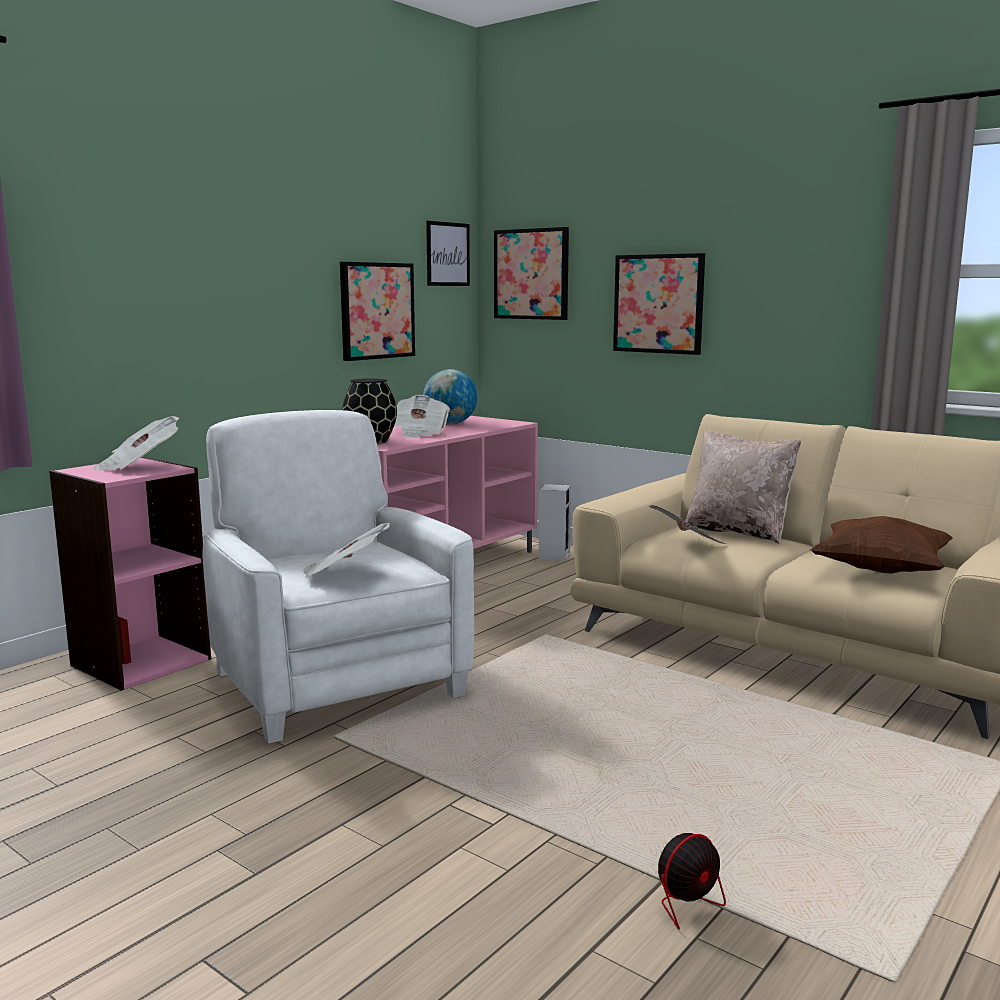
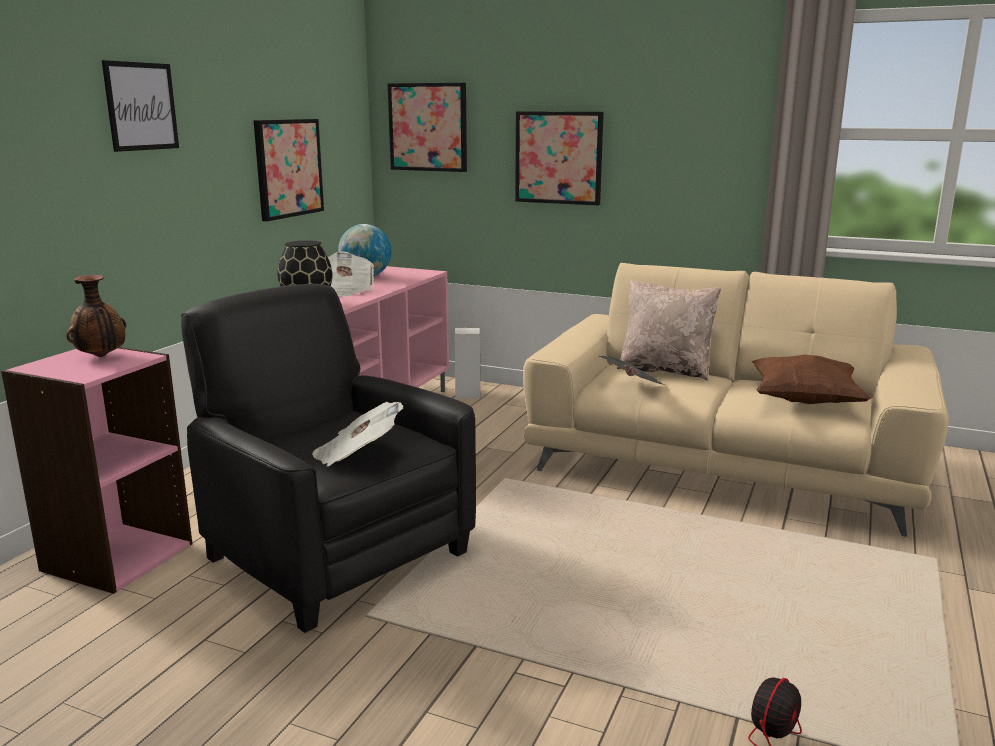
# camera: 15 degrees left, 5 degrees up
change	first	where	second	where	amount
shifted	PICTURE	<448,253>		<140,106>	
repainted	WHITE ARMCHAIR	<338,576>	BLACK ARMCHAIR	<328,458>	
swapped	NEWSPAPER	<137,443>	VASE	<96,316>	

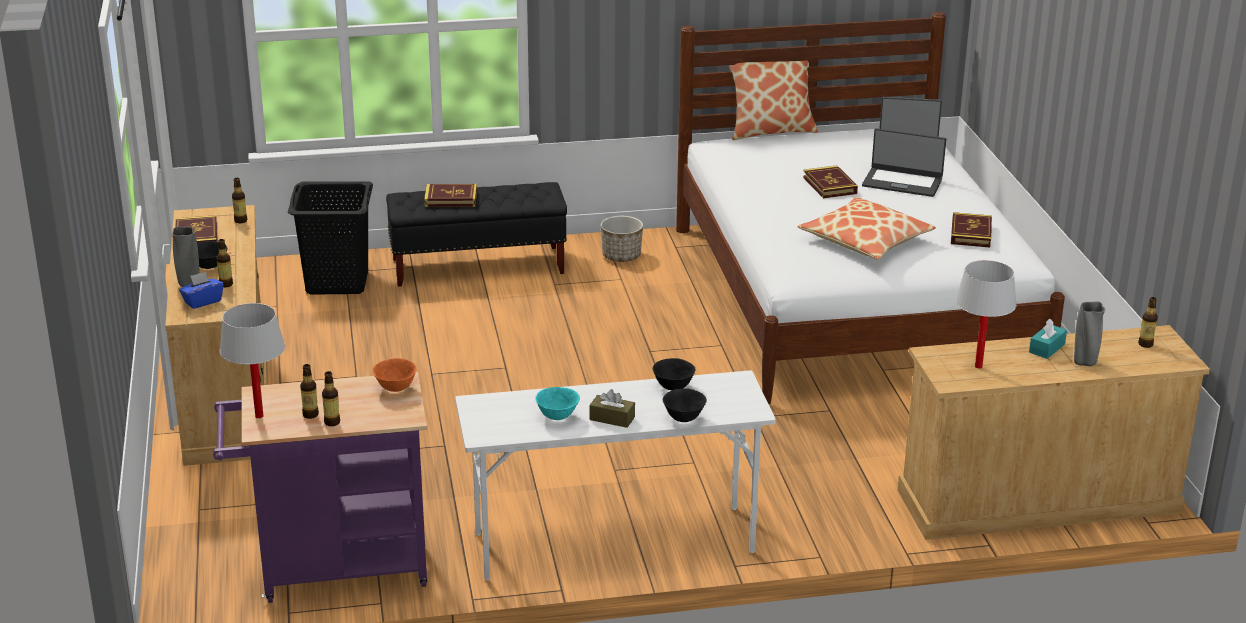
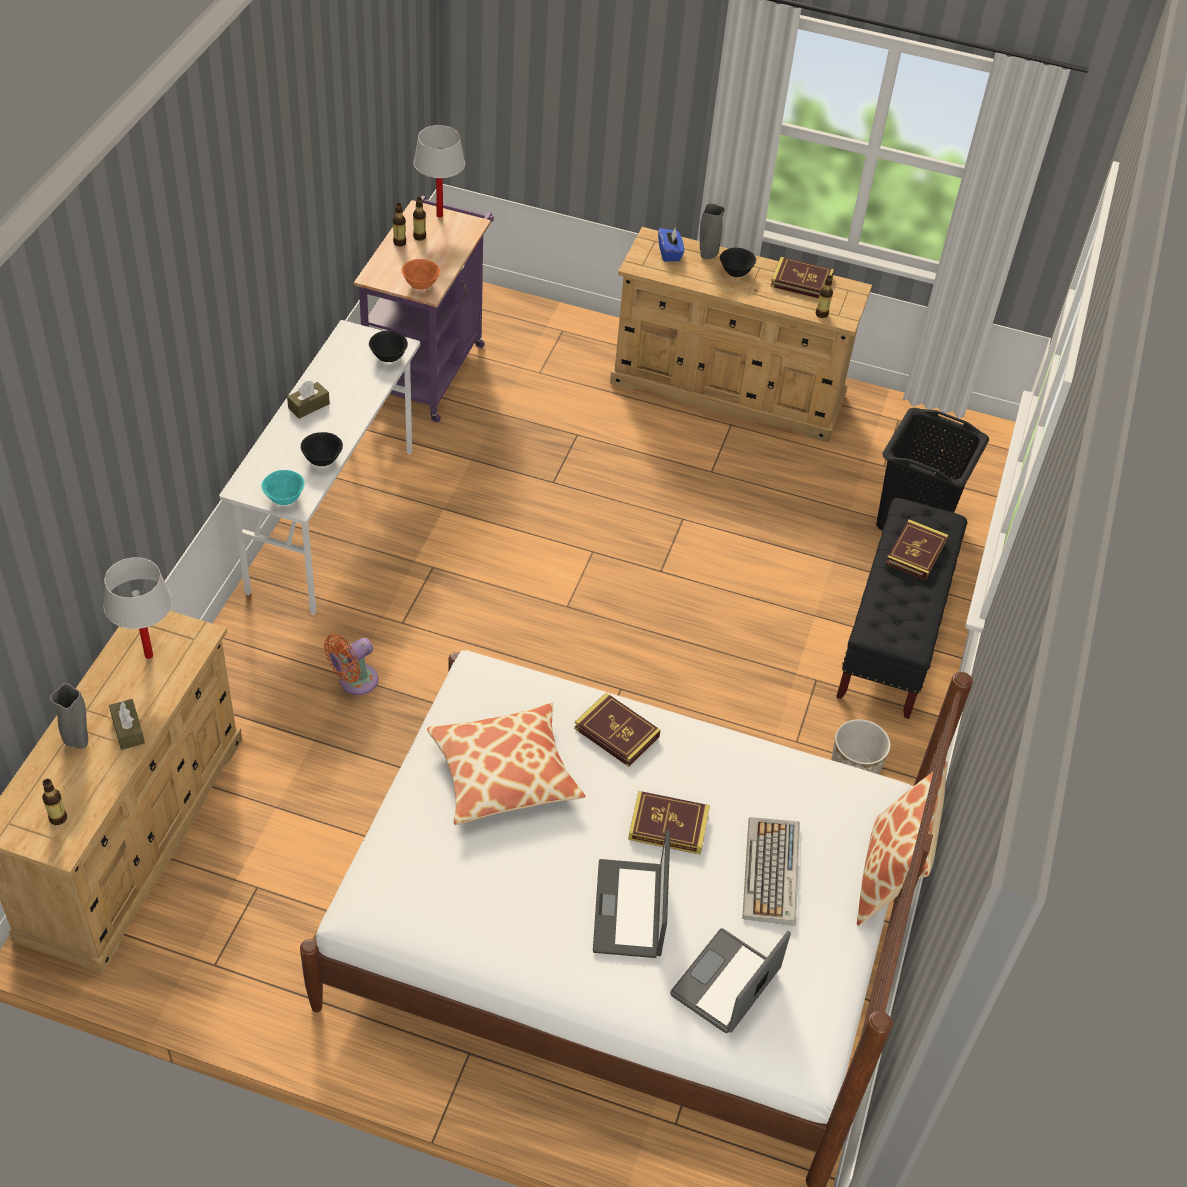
# camera: 115 degrees right, 20 degrees up
change	first	where	second	where	amount
rotated	LAPTOP	<904,162>		<631,894>	45 degrees counterclockwise
shifted	BOOK	<971,230>		<617,730>	
gone	BOTTLE	<224,263>			
repainted	TURQUOISE TISSUE BOX	<1048,339>	BROWN TISSUE BOX	<127,724>	
shifted	TURQUOISE BOWL	<557,403>		<283,487>	
shifted	BLACK BOWL	<685,405>		<388,346>	
new			ORANGE FAN	<351,664>	
new			KEYBOARD	<771,871>	

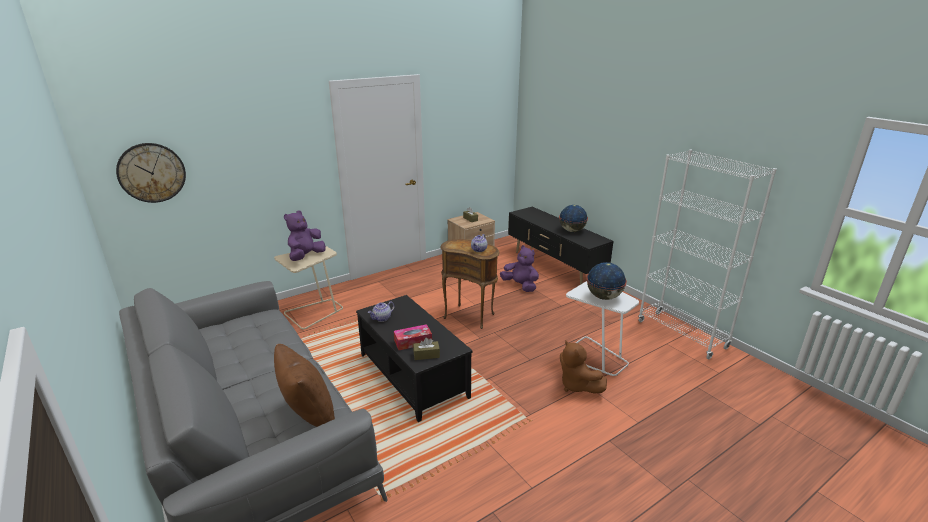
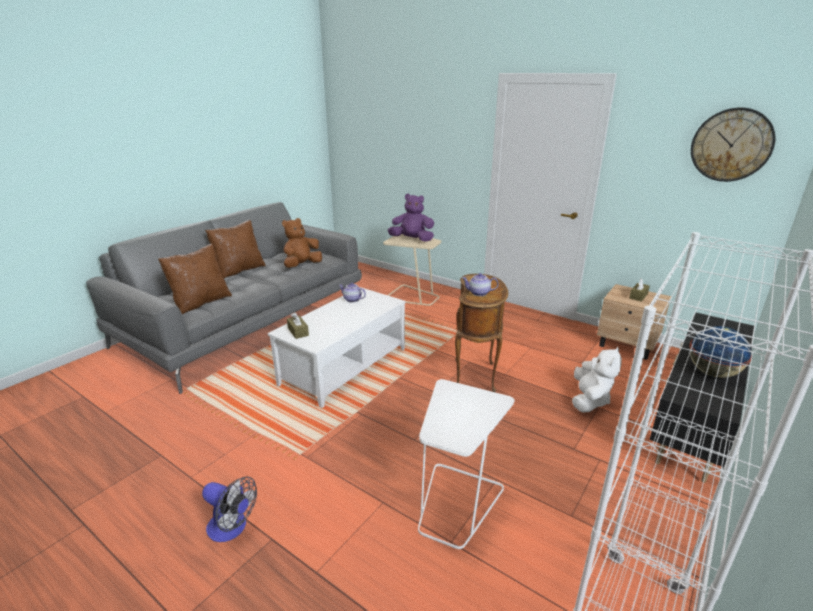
# camera: 70 degrees right, 0 degrees up
change	first	where	second	where	amount
shifted	WALL CLOCK	<151,173>		<733,145>	
repainted	PURPLE PLUSH TOY	<519,268>	WHITE PLUSH TOY	<597,380>	
gone	GLOBE	<606,281>			
repainted	BLACK COFFEE TABLE	<414,358>	WHITE COFFEE TABLE	<336,347>	
gone	TISSUE BOX	<413,337>			
shifted	BROWN PLUSH TOY	<583,367>		<302,243>	
new			BROWN PILLOW	<235,249>	
new			FAN	<229,509>	

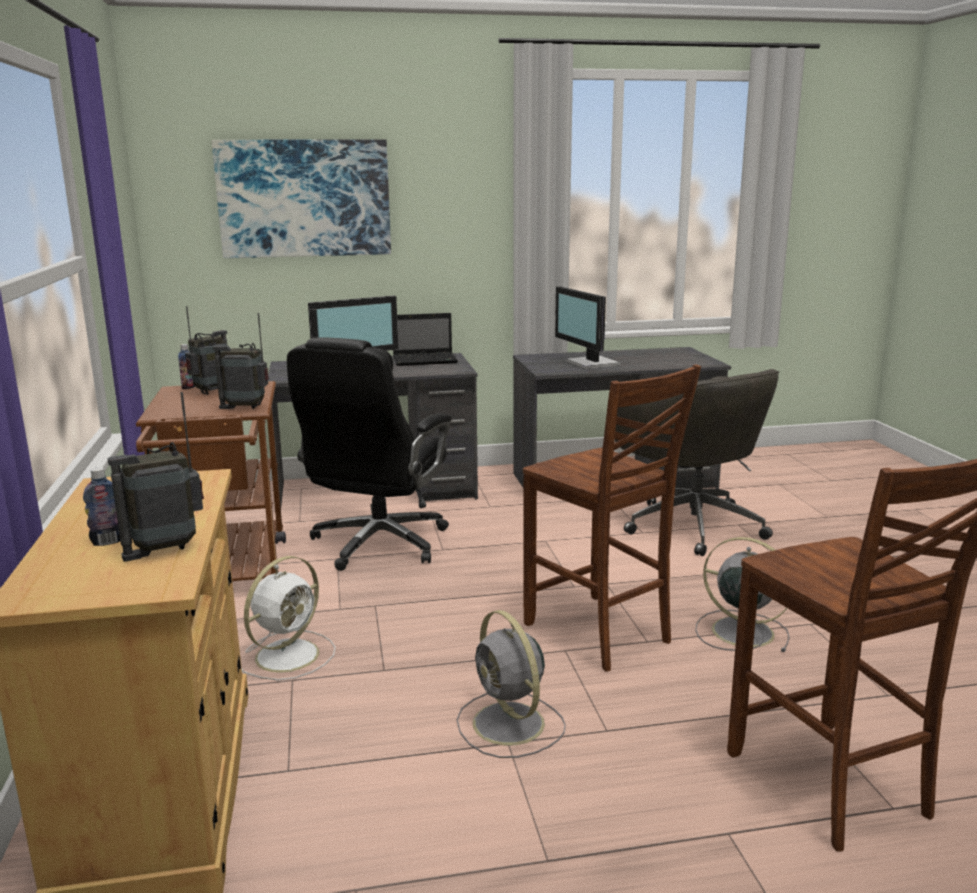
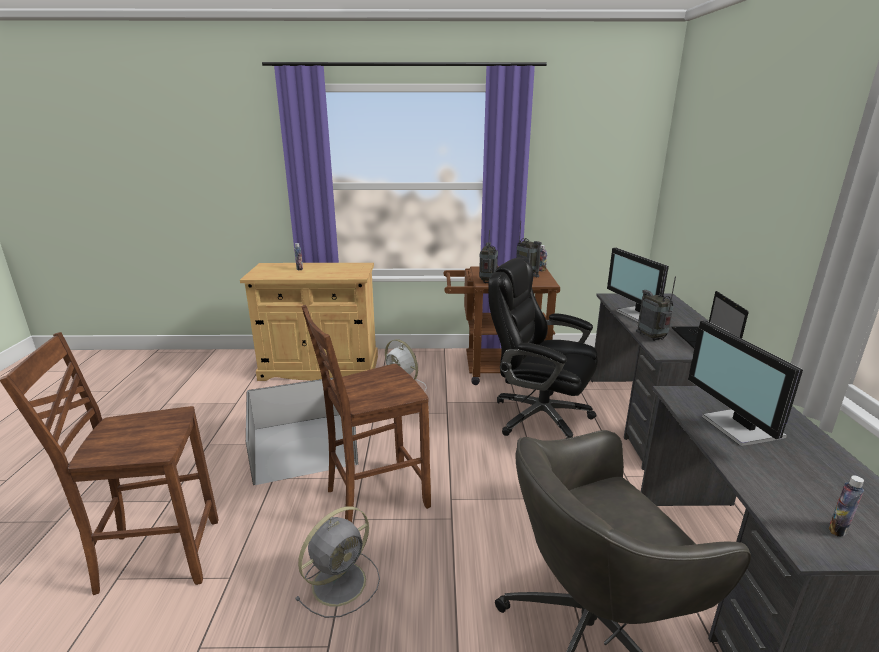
# camera: 100 degrees right, 5 degrees up
change	first	where	second	where	amount
gone	PICTURE	<301,198>			
rotated	MONITOR	<587,328>		<745,383>	90 degrees counterclockwise
shifted	RADIO	<155,477>		<656,308>	
swapped	GREY FAN	<511,684>	BLACK STORAGE BOX	<302,431>	
new			BOTTLE	<846,506>	

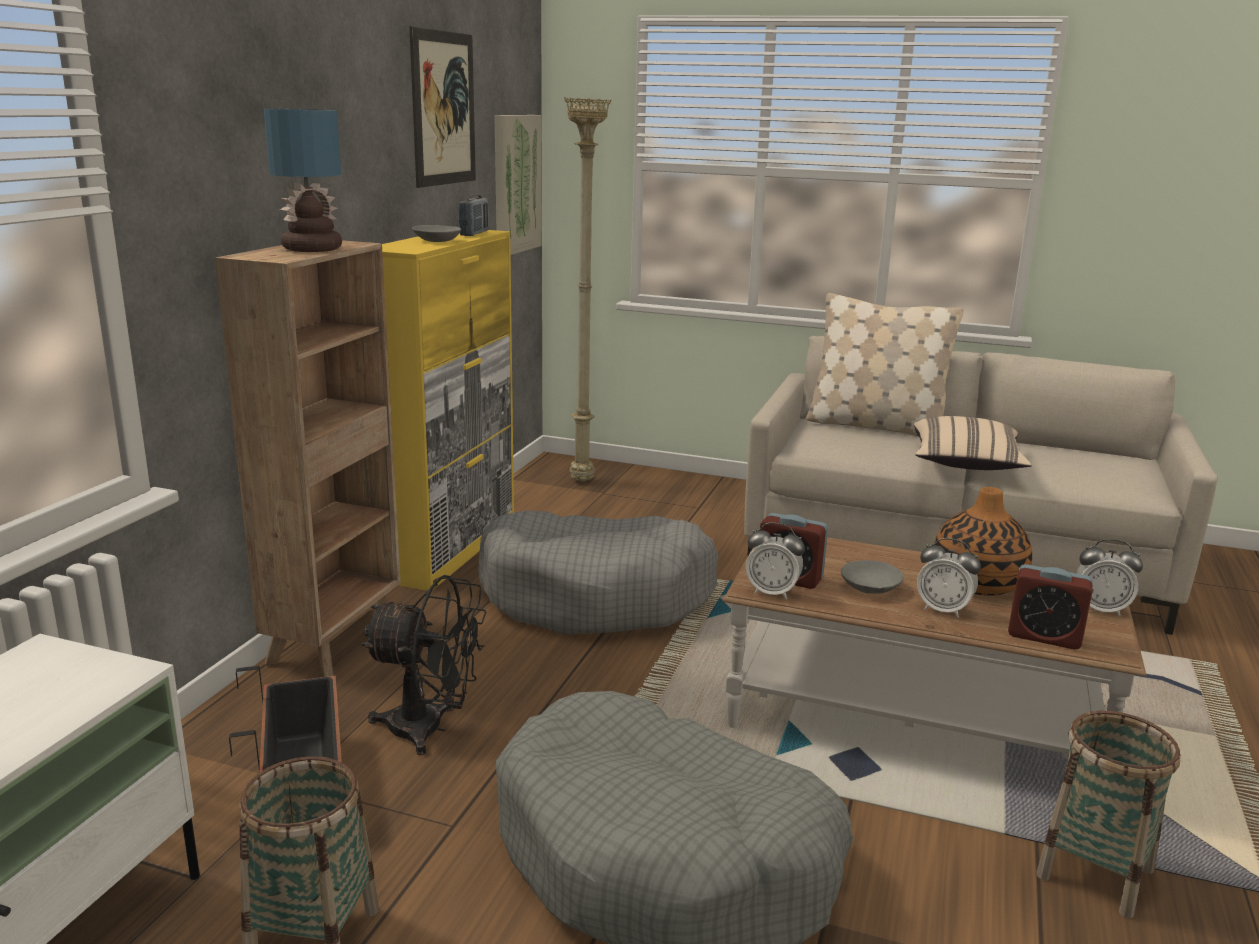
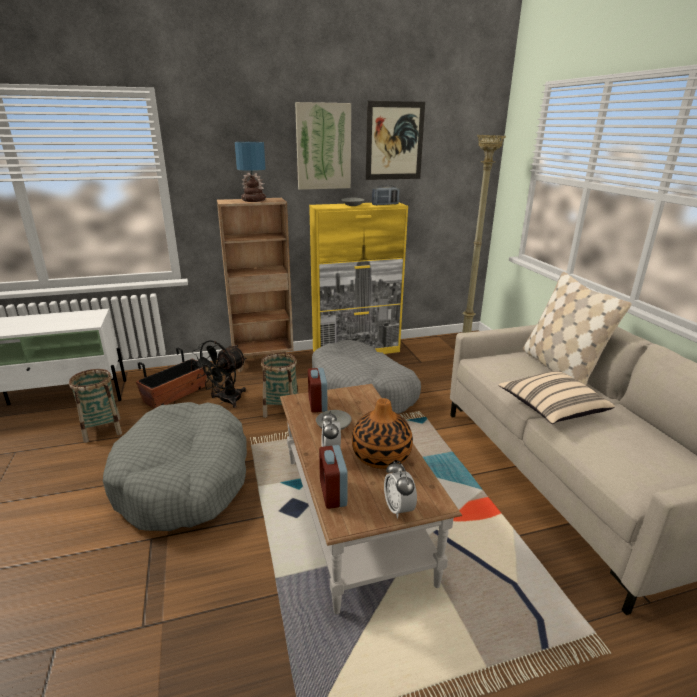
# camera: 55 degrees right, 5 degrees up
change	first	where	second	where	amount
shifted	PICTURE	<517,185>		<323,146>	
gone	ALARM CLOCK	<775,560>			
rotated	BLACK FAN	<424,665>		<219,374>	60 degrees clockwise
shifted	BASKET	<1108,814>		<280,385>	

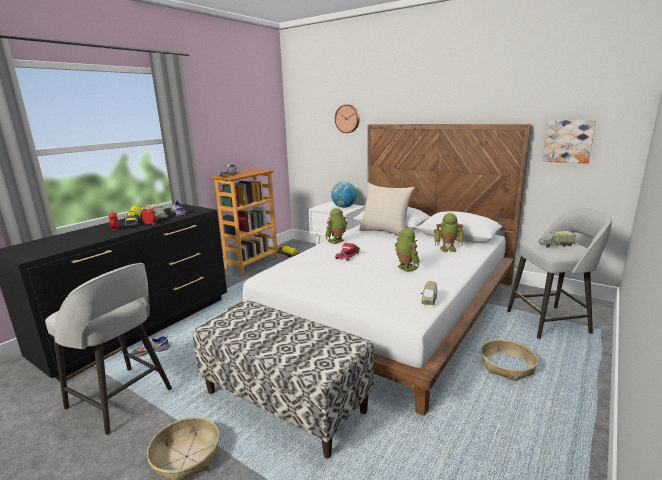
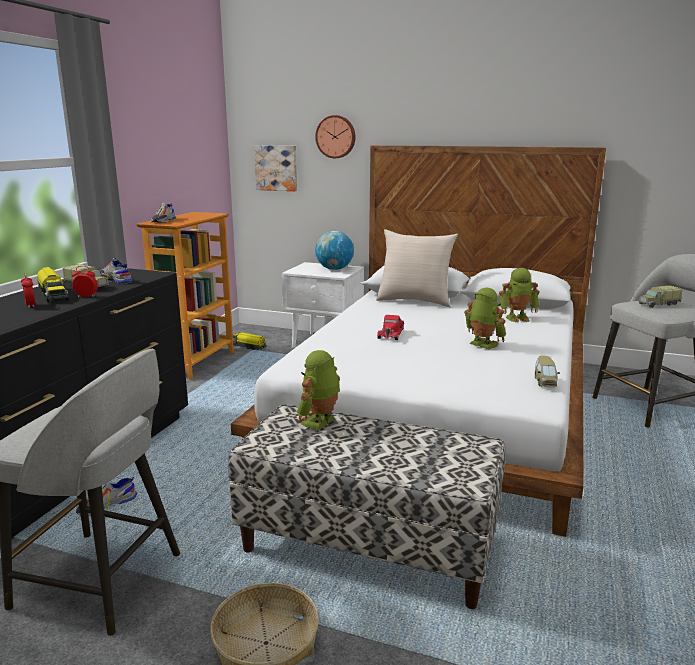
# camera: 15 degrees left, 0 degrees up
change	first	where	second	where	amount
shifted	PICTURE	<569,142>		<275,168>	
shifted	TOY ROBOT	<336,226>		<318,390>	
gone	BASKET	<509,360>			

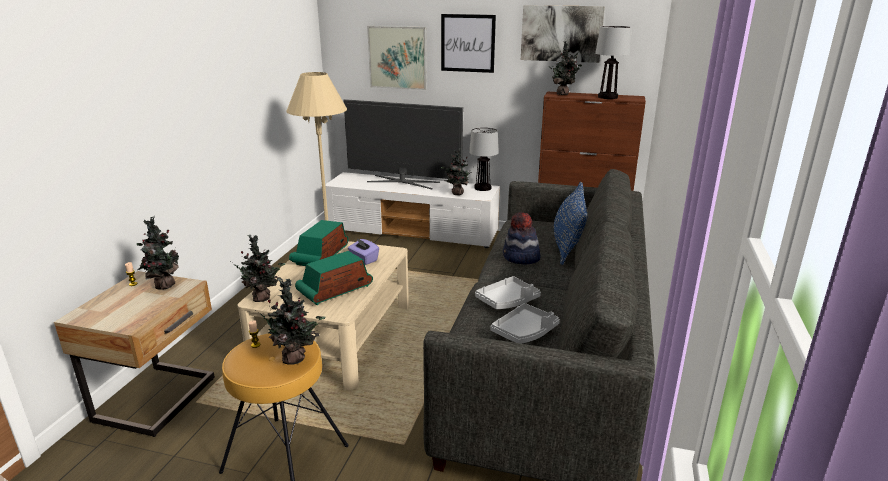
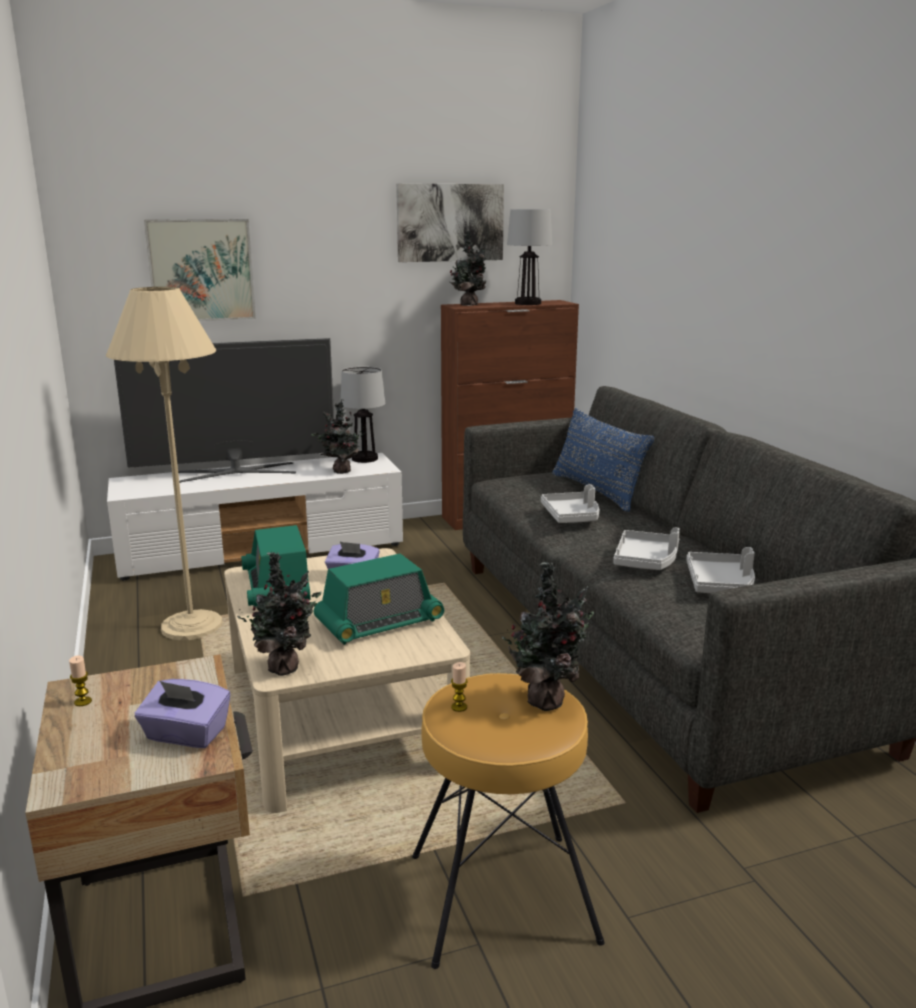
# camera: 35 degrees left, 5 degrees down
change	first	where	second	where	amount
gone	PICTURE	<468,43>			
swapped	HAT	<521,238>	GREY TRAY	<570,504>	
gone	POTTED PLANT	<157,253>			
rotated	RADIO	<334,278>		<379,599>	135 degrees counterclockwise
new			PURPLE TISSUE BOX	<182,713>	

